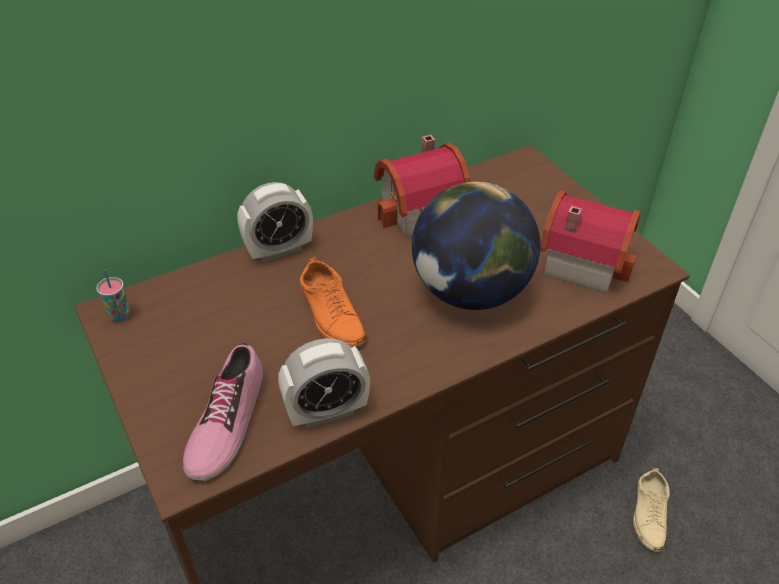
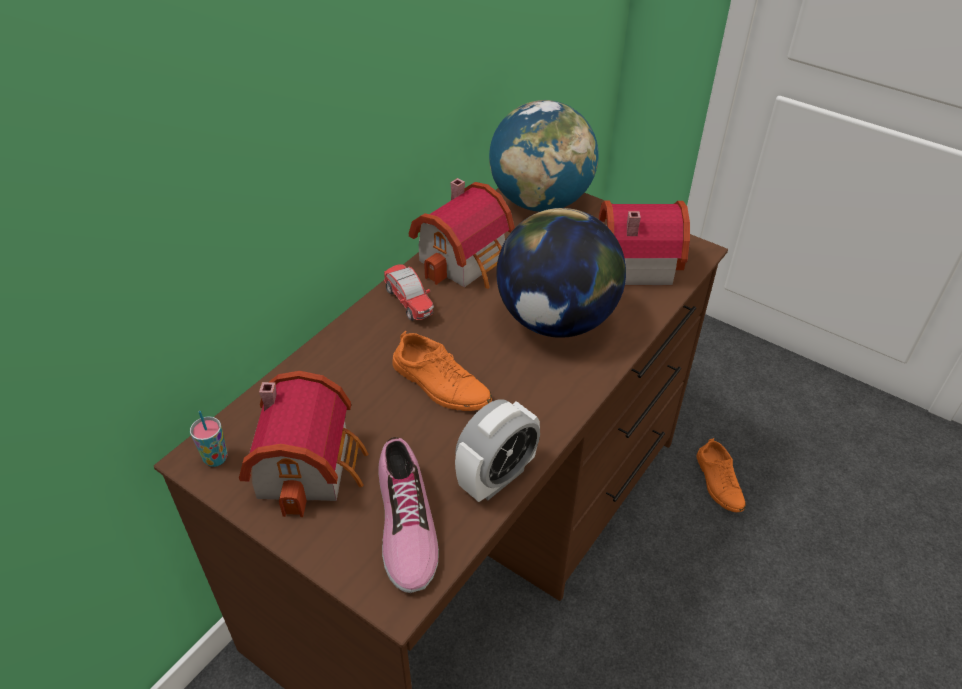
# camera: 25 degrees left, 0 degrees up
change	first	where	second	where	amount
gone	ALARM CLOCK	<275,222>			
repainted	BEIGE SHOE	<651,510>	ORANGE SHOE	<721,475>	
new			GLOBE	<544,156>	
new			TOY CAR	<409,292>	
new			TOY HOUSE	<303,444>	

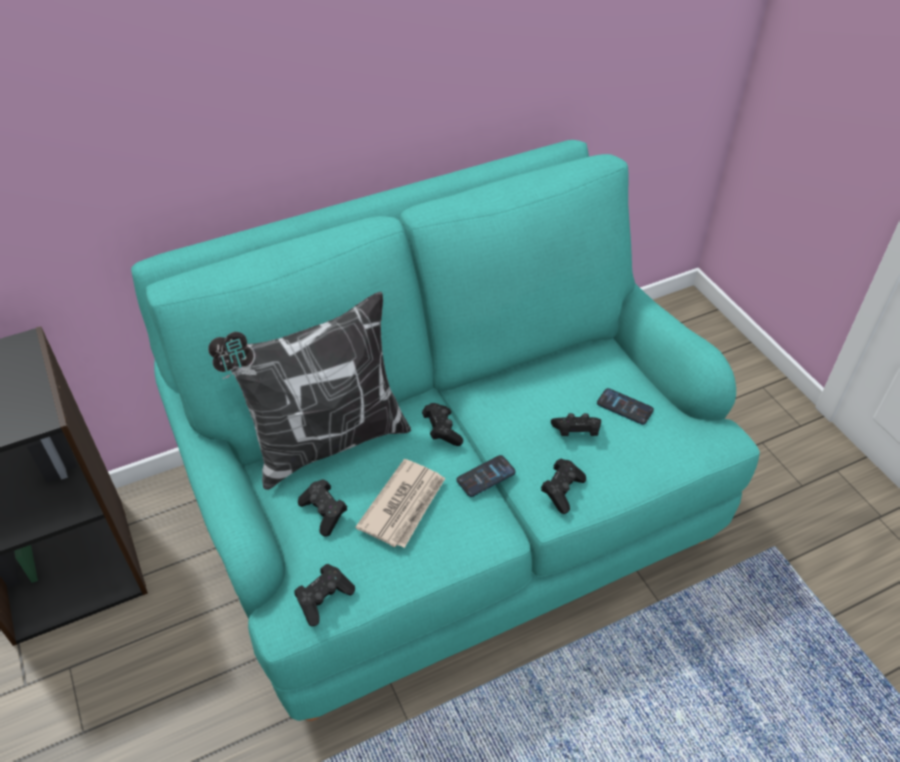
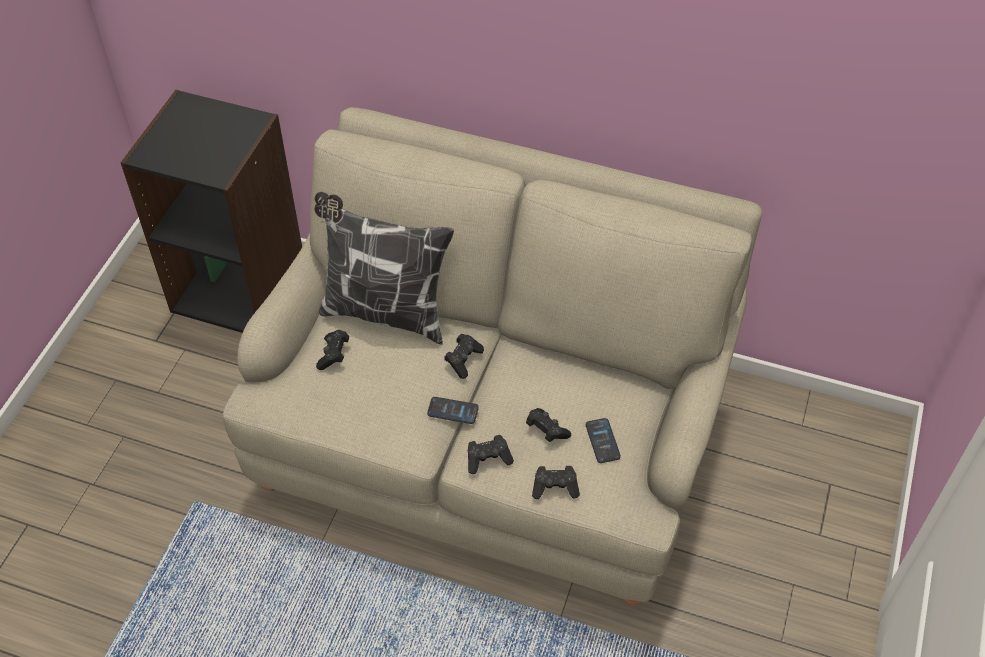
# camera: 45 degrees right, 5 degrees up
change	first	where	second	where	amount
repainted	TURQUOISE SOFA	<445,430>	BEIGE SOFA	<492,355>	
gone	NEWSPAPER	<400,503>			
shifted	BLACK GAME CONTROLLER	<324,595>		<556,482>	

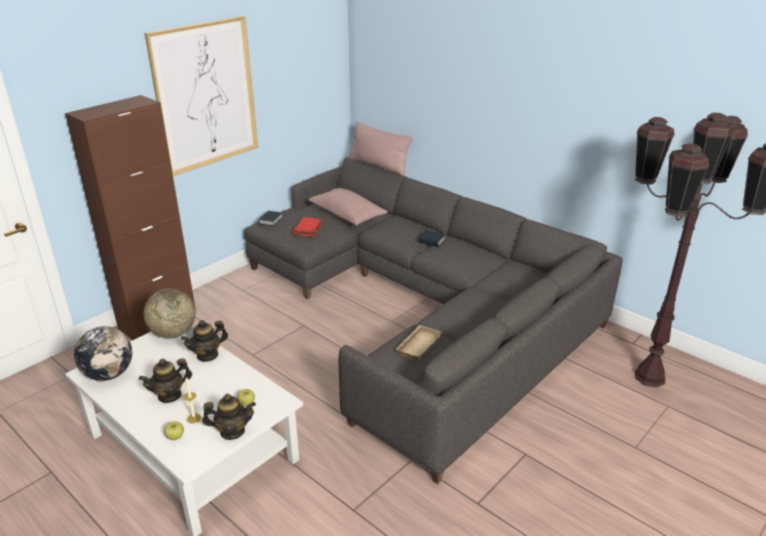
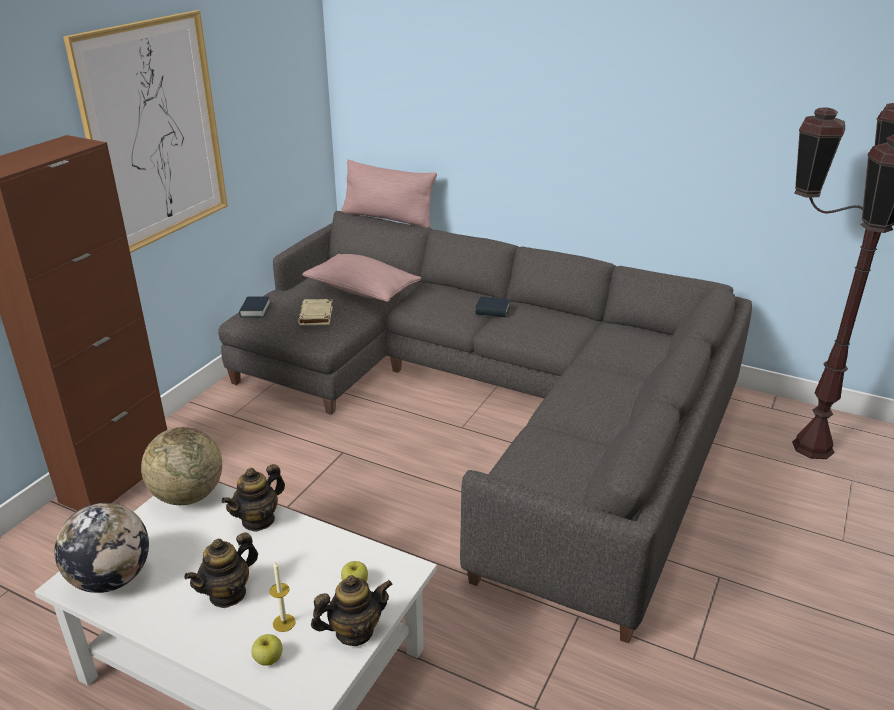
# camera: 15 degrees left, 0 degrees up
change	first	where	second	where	amount
repainted	RED BOOK	<308,227>	BEIGE BOOK	<315,312>	
gone	BEIGE TRAY	<419,343>			

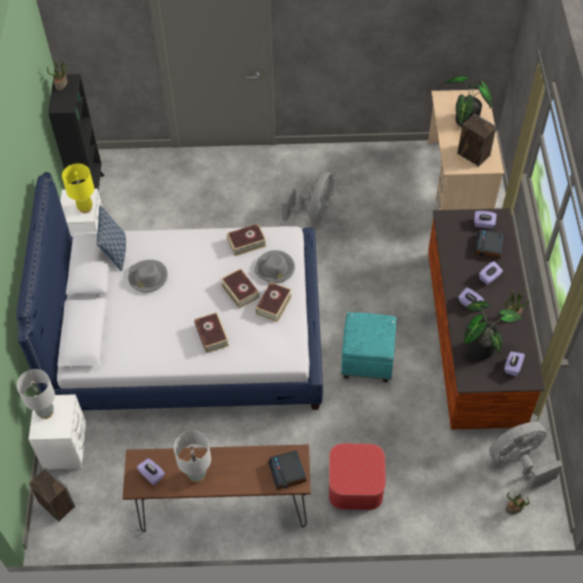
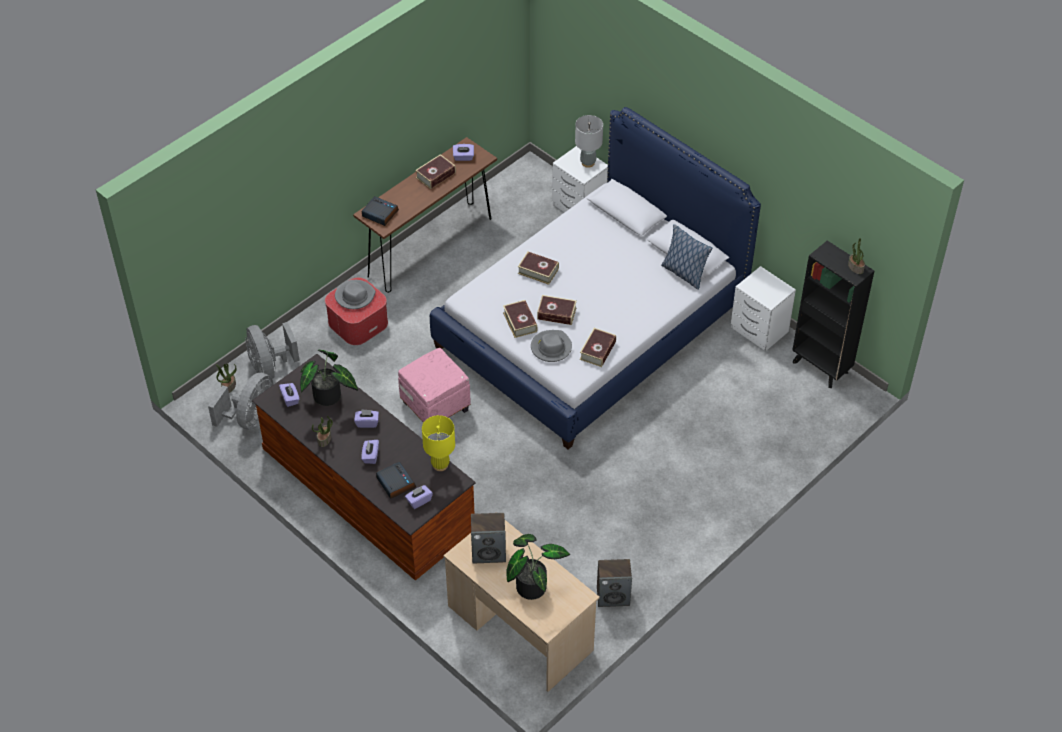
# camera: 135 degrees right, 5 degrees down
change	first	where	second	where	amount
shifted	YELLOW TABLE LAMP	<78,188>		<438,443>	
shifted	GREY FAN	<308,197>		<273,351>	
shifted	GREY HAT	<148,276>		<355,294>	
repainted	TURQUOISE OTTOMAN	<369,347>	PINK OTTOMAN	<434,385>	
swapped	GREY TABLE LAMP	<192,456>	BOOK	<435,171>	
shifted	SPEAKER	<52,495>		<614,583>	

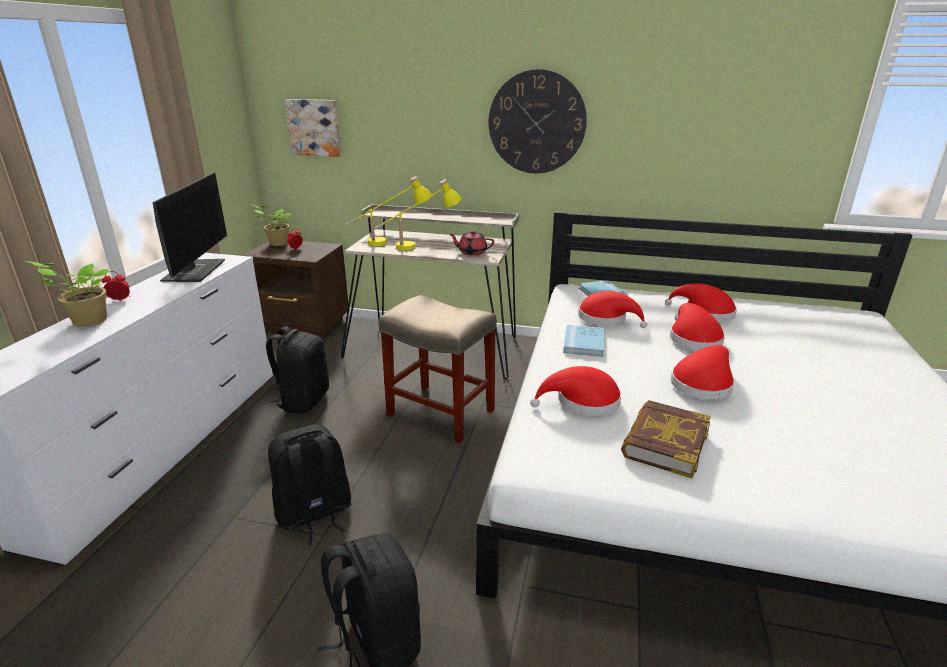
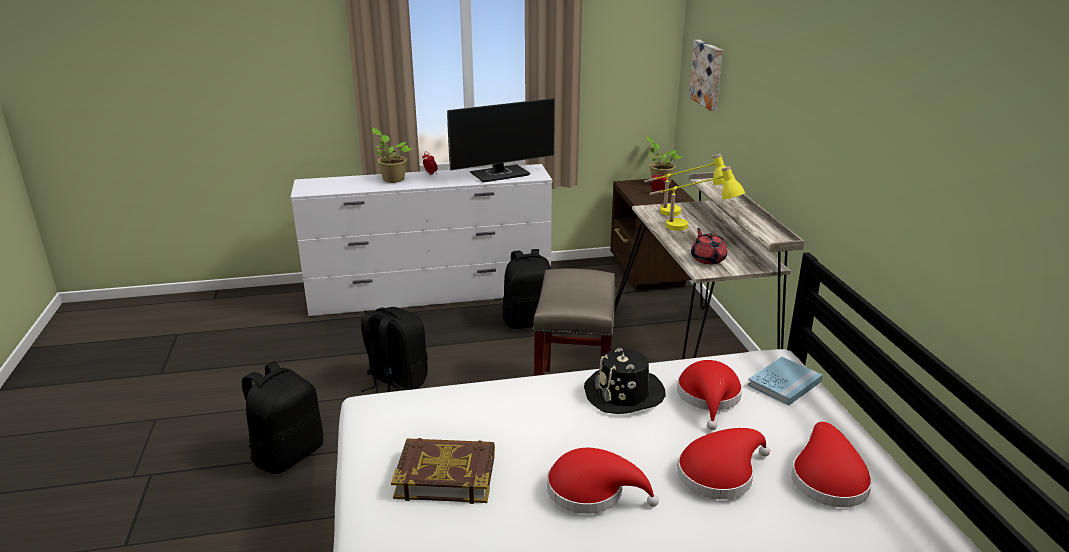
# camera: 65 degrees right, 0 degrees up
change	first	where	second	where	amount
gone	WALL CLOCK	<538,121>			
swapped	BLUE BOOK	<583,341>	BLACK HAT	<625,381>	
gone	RED HAT	<575,391>			

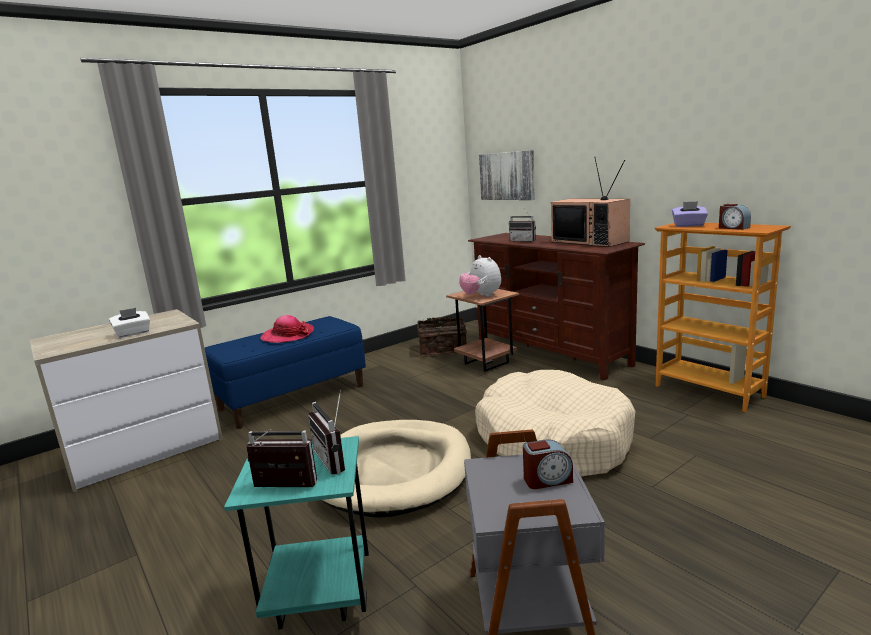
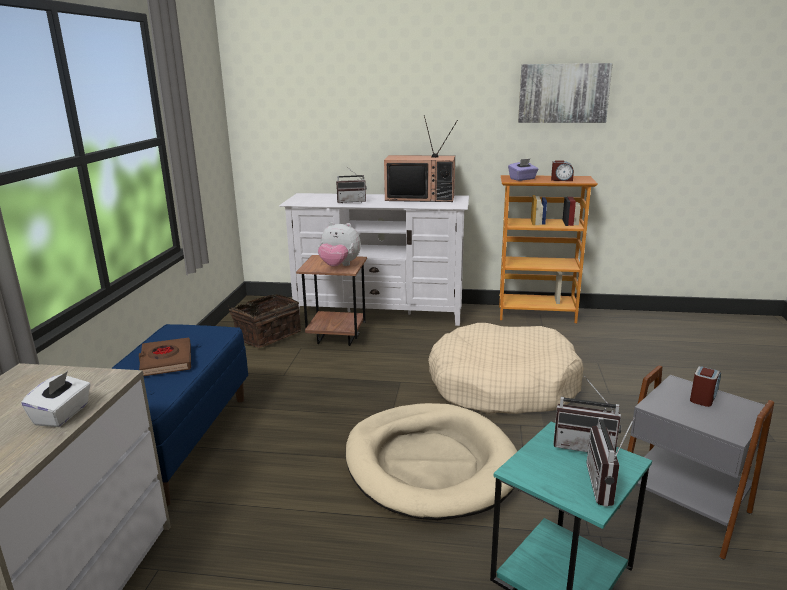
# camera: 45 degrees left, 5 degrees up
change	first	where	second	where	amount
shifted	PICTURE	<507,175>		<565,93>	
repainted	BROWN TV STAND	<556,307>	WHITE TV STAND	<374,259>	
swapped	HAT	<287,329>	BROWN BOOK	<165,357>	
rotated	RADIO	<281,458>		<610,462>	45 degrees counterclockwise

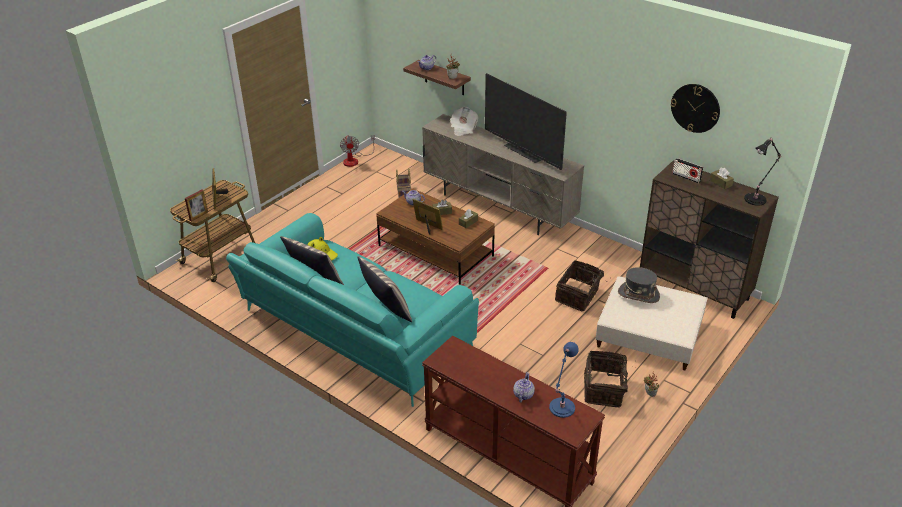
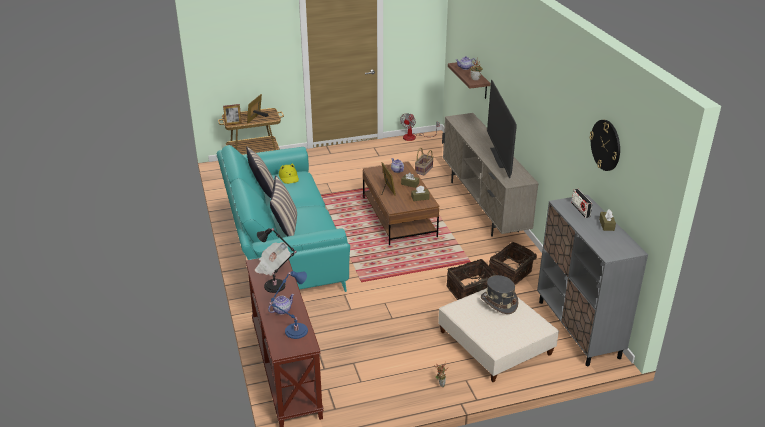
# camera: 35 degrees right, 5 degrees down
change	first	where	second	where	amount
shifted	NEWSPAPER	<464,121>		<272,259>	
shifted	BLACK TABLE LAMP	<762,172>		<276,260>	
repainted	BROWN CABINET	<709,240>	GREY CABINET	<592,280>	
shifted	BASKET	<610,378>		<513,263>	

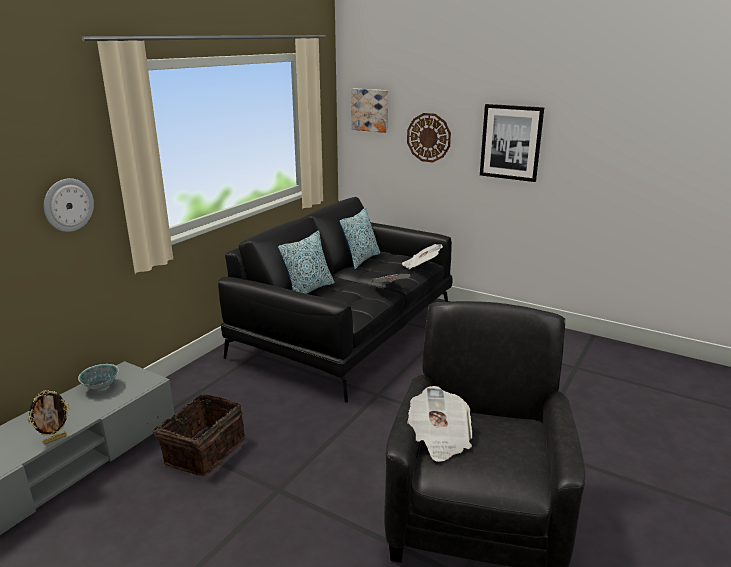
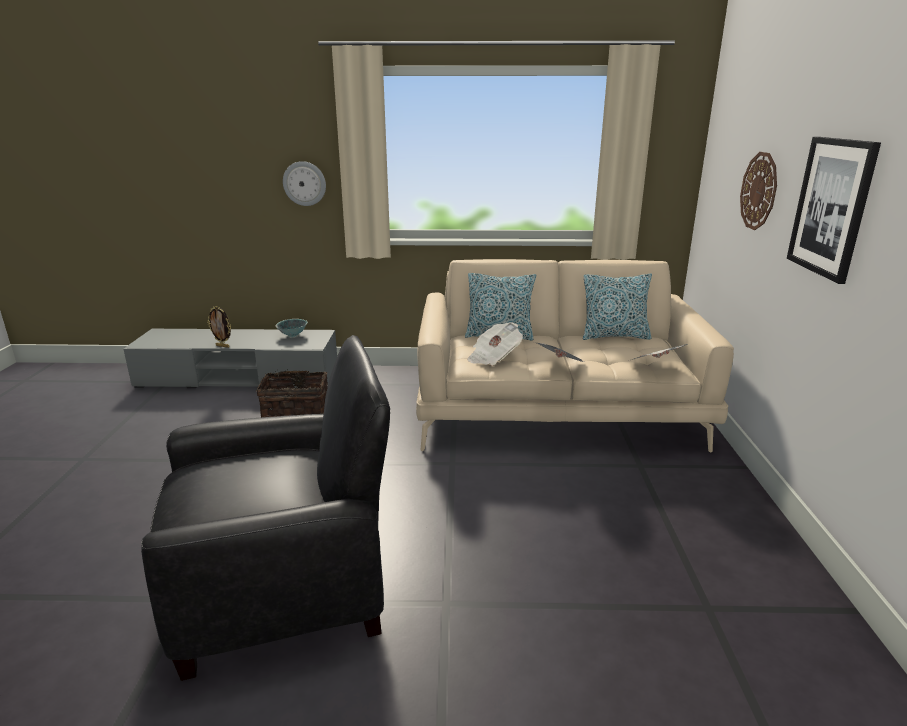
# camera: 60 degrees right, 0 degrees up
change	first	where	second	where	amount
gone	PICTURE	<369,110>			
repainted	BLACK SOFA	<335,299>	BEIGE SOFA	<575,356>	
shifted	NEWSPAPER	<439,424>		<495,343>	

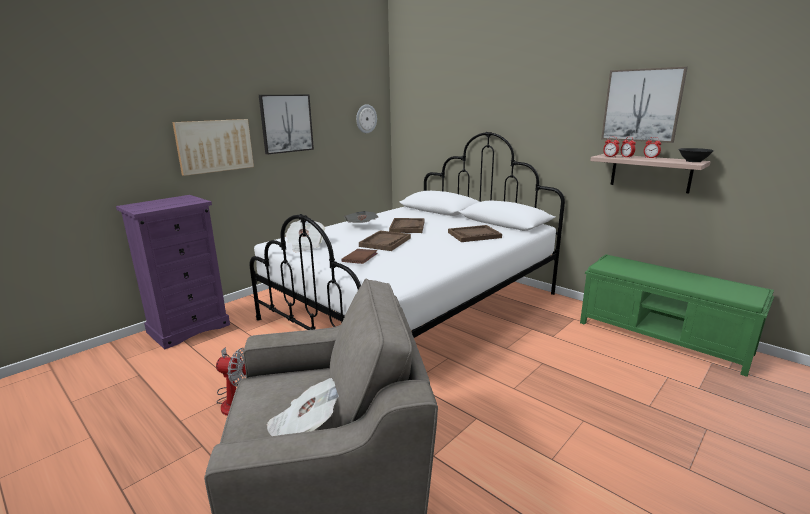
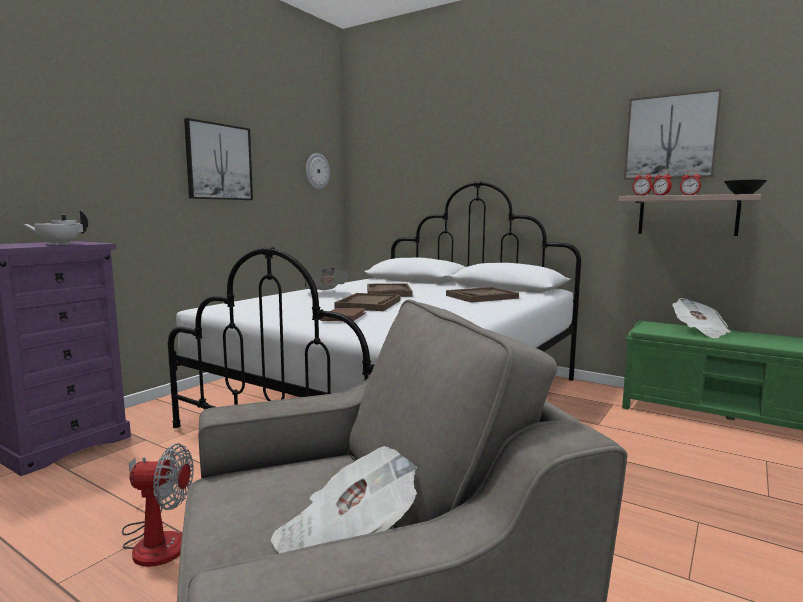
# camera: 10 degrees left, 10 degrees down
change	first	where	second	where	amount
gone	PICTURE	<213,147>			
shifted	NEWSPAPER	<305,235>		<701,318>	
new			WHITE TEAPOT	<55,227>	

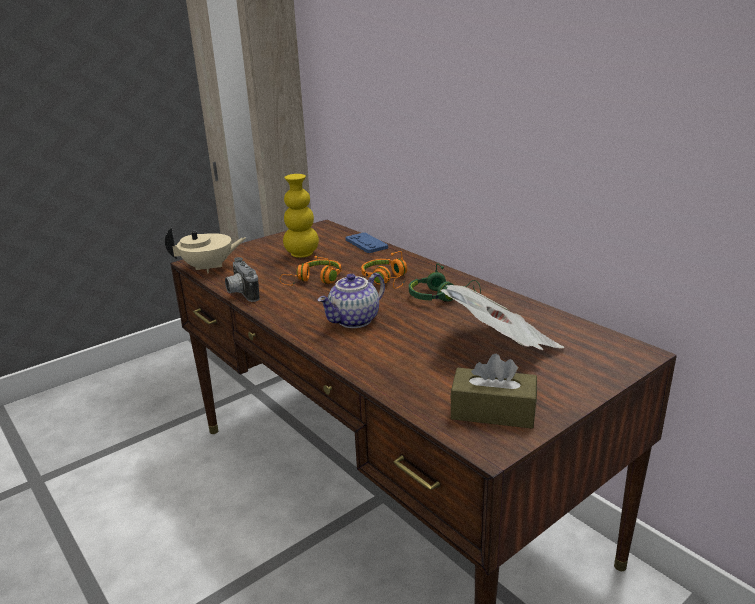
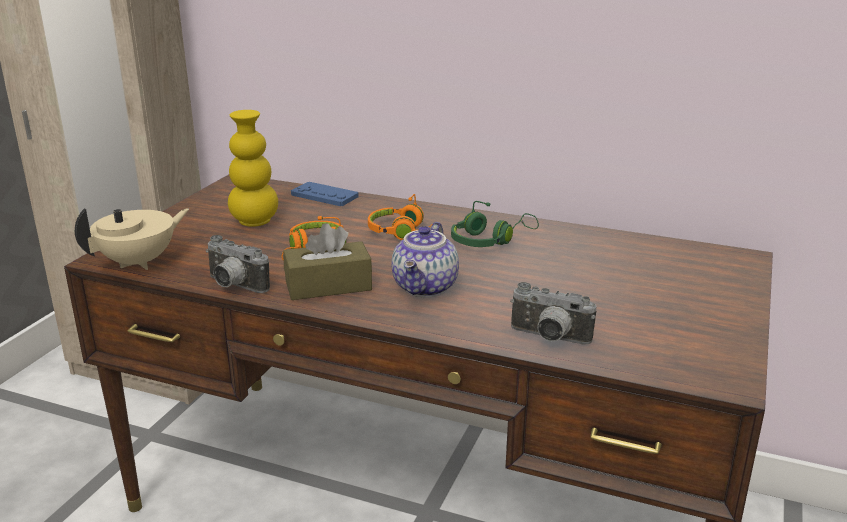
# camera: 30 degrees left, 0 degrees up
change	first	where	second	where	amount
gone	NEWSPAPER	<502,317>			
shifted	BROWN TISSUE BOX	<493,391>		<327,261>	
new			PHOTO CAMERA	<553,313>	

